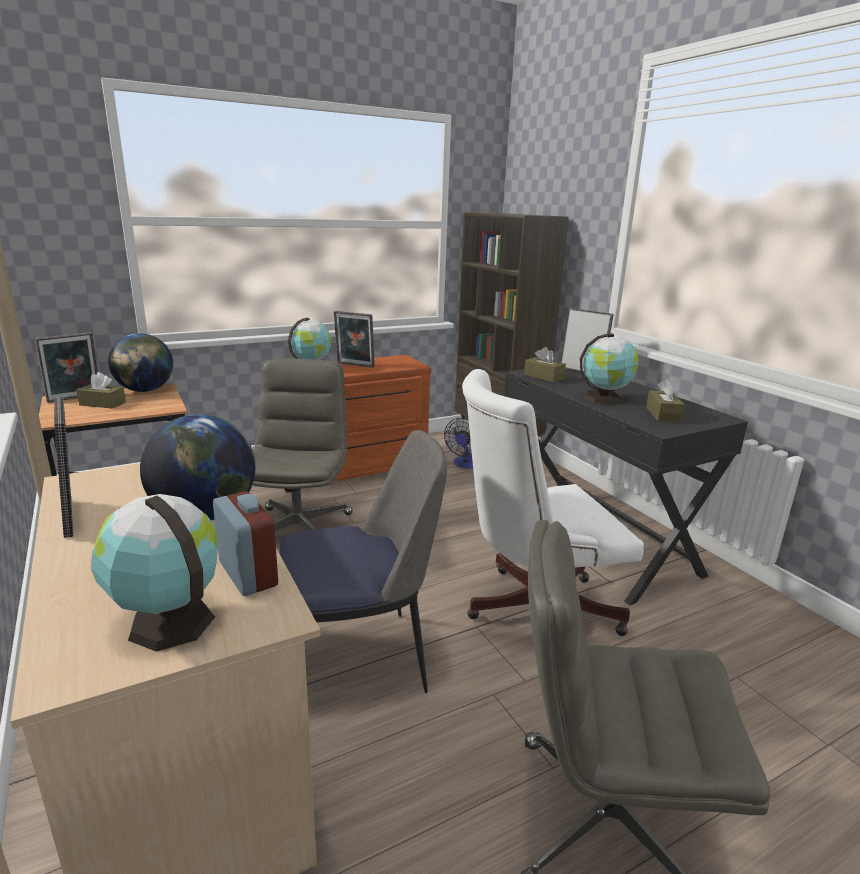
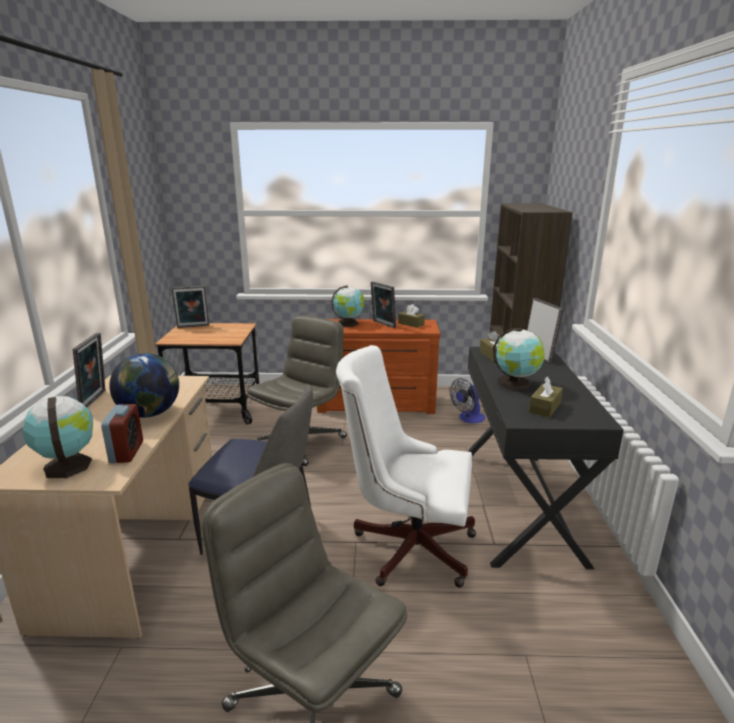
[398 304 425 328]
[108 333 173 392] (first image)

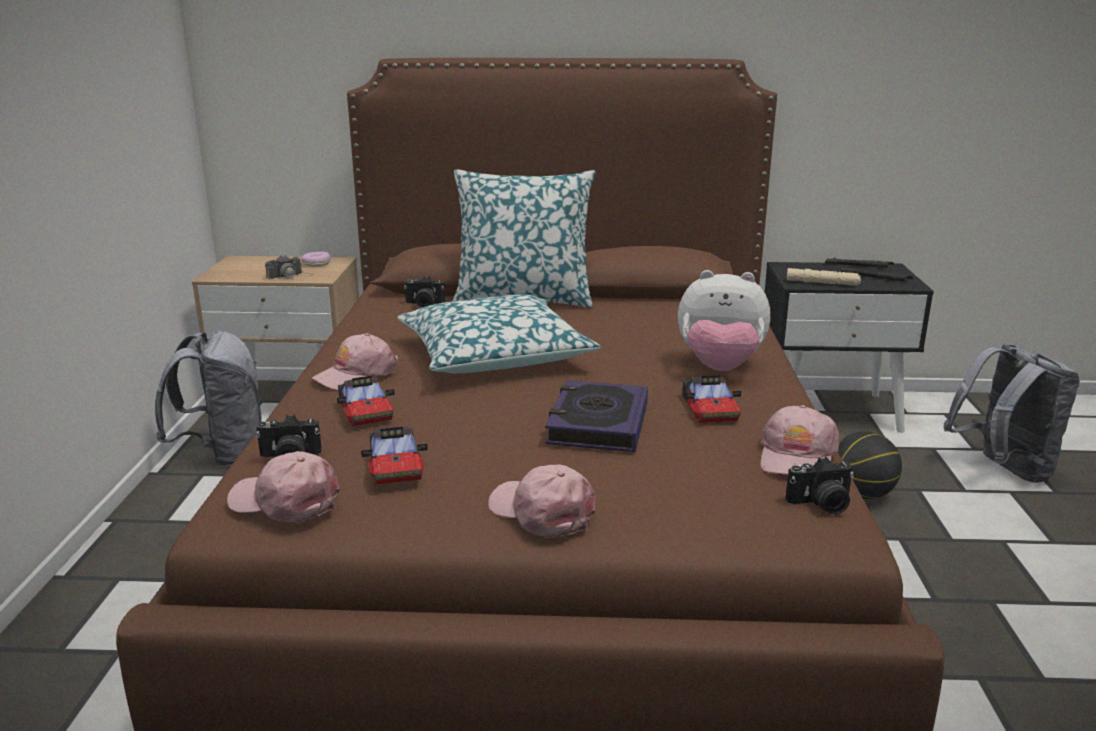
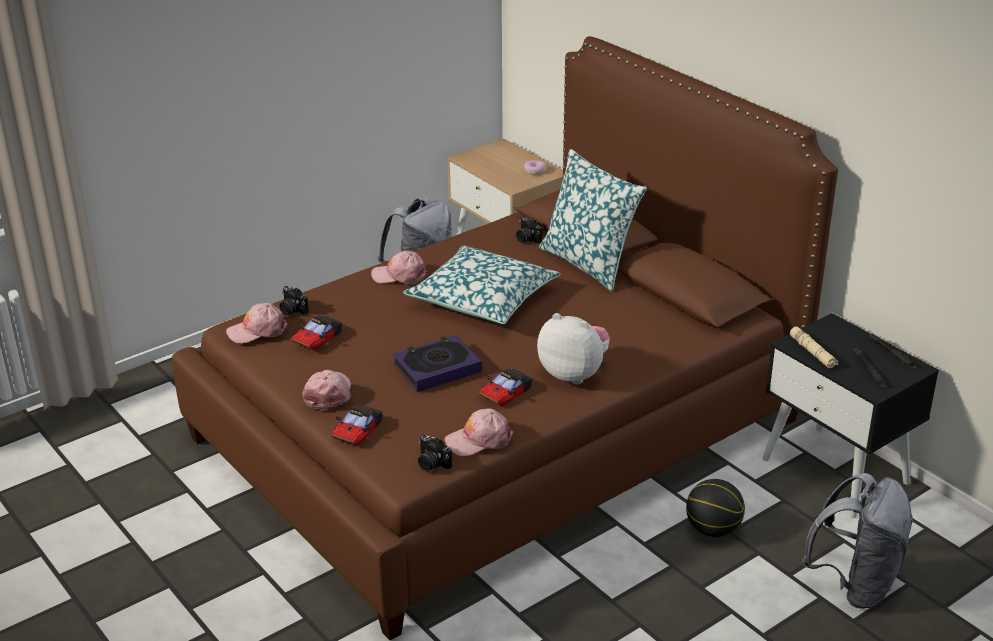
[226 303 288 344]
[265 255 314 281] (first image)
[331 404 382 446]
[537 313 610 385]

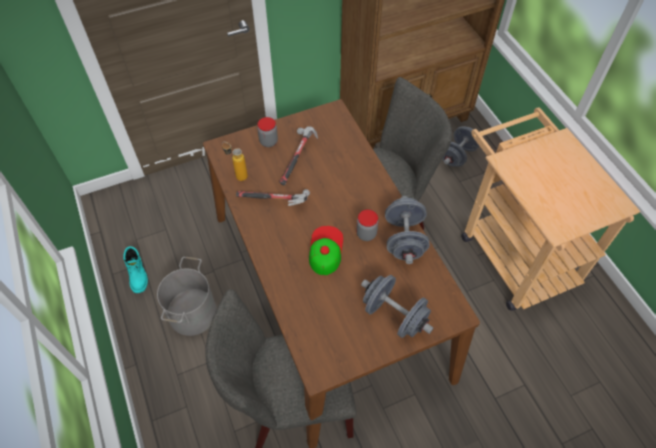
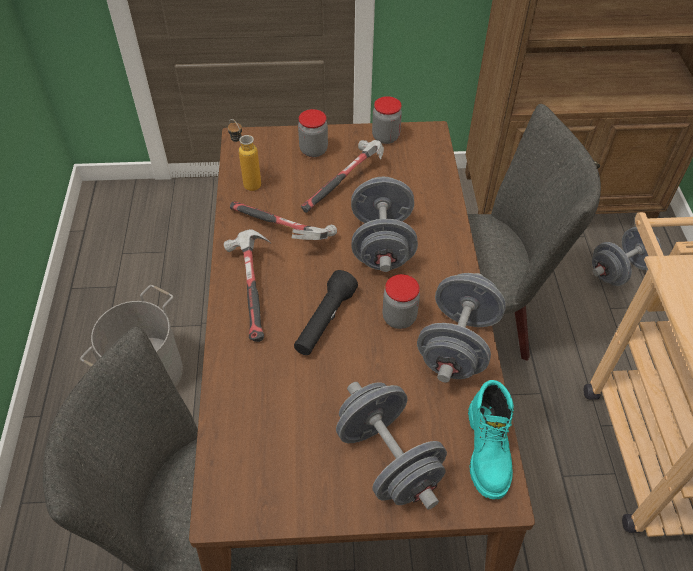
[468 380 514 499]
[294 270 358 355]
[224 229 272 342]
[351 177 418 272]
[372 96 402 144]

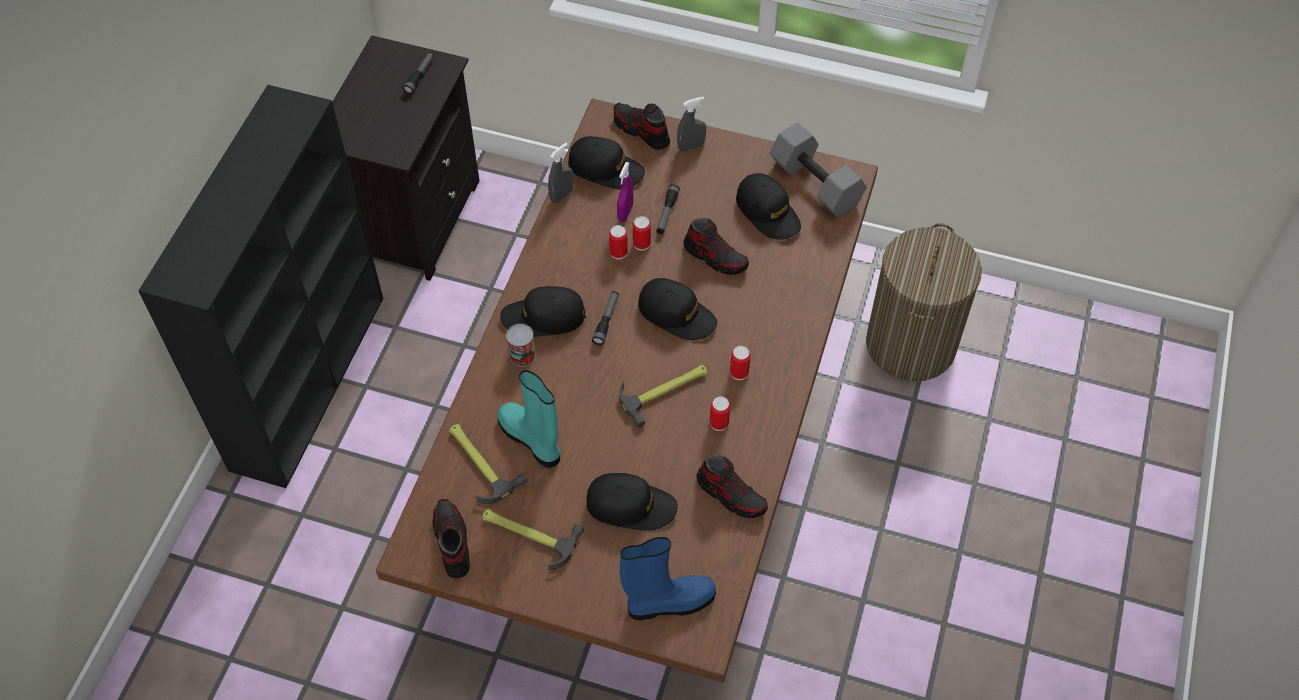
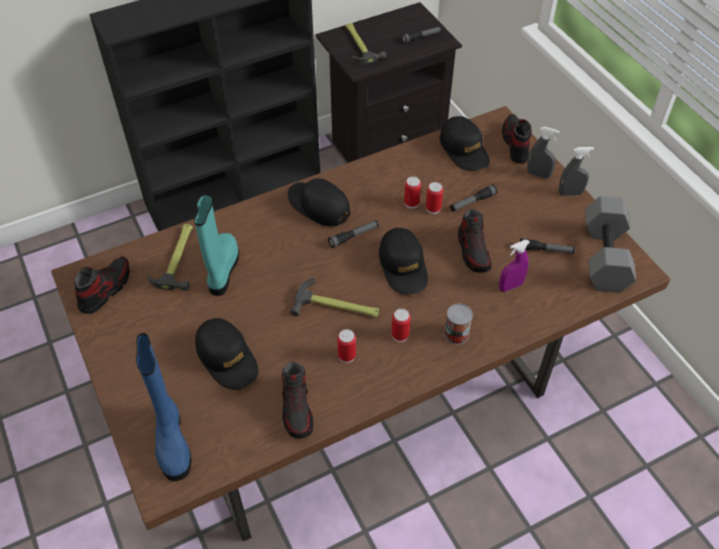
[345 23 386 64]
[444 304 473 345]
[558 147 594 196]
[499 240 530 292]
[136 333 192 482]
[520 238 575 254]
[866 223 982 381] (first image)

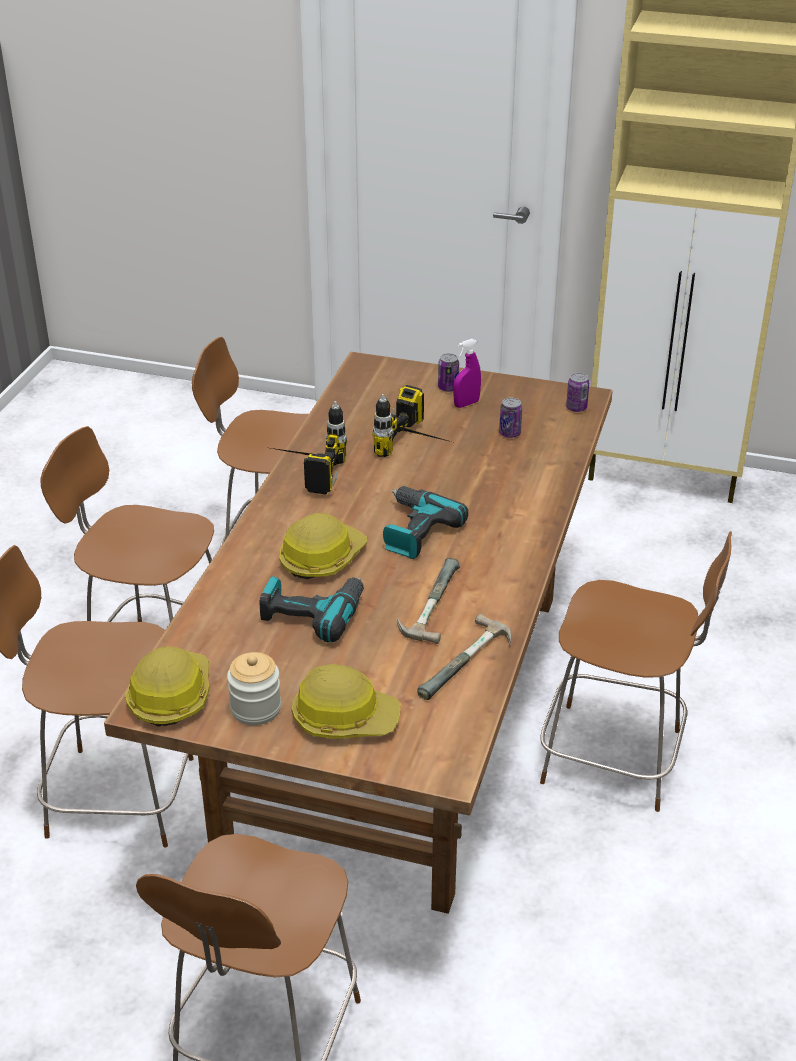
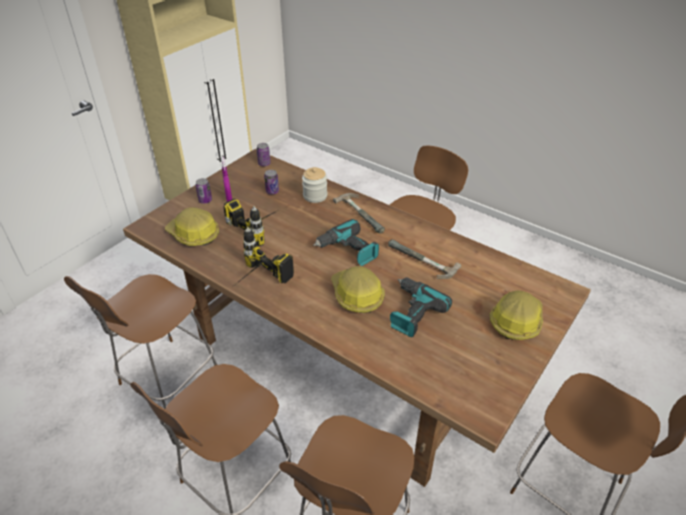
[165 207 219 246]
[302 167 327 203]
[333 193 385 234]

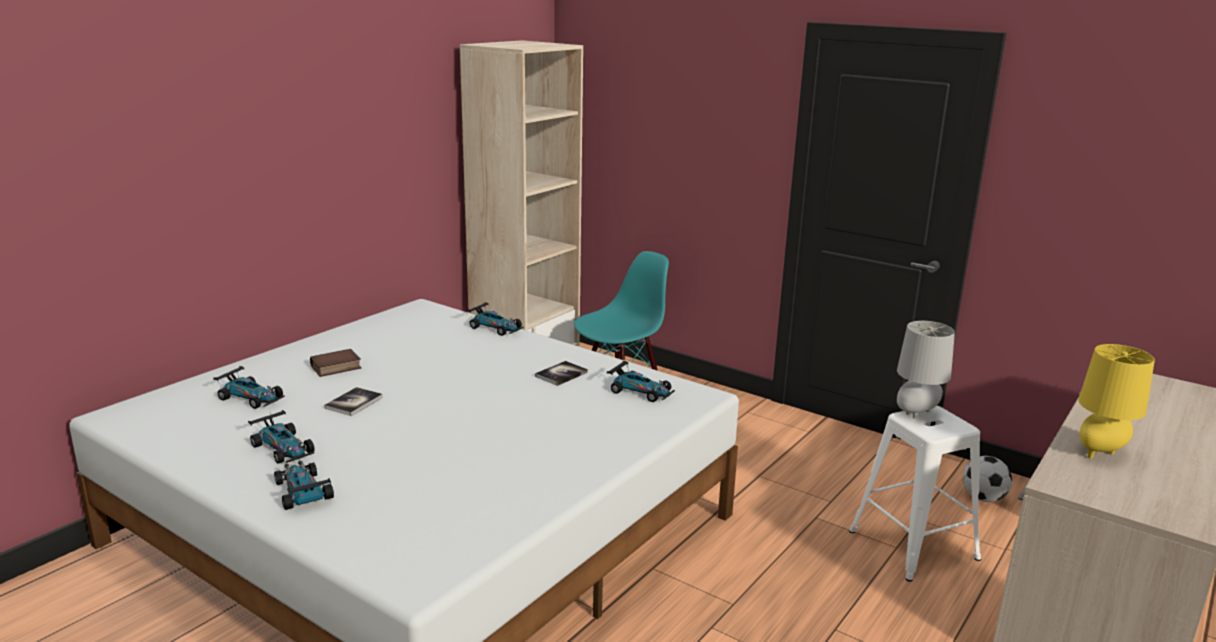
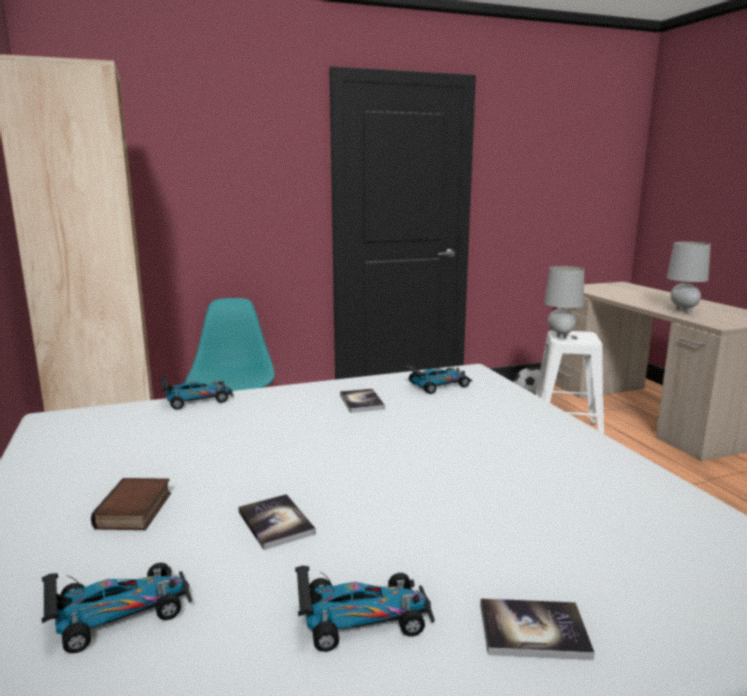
[480 599 595 660]
[667 242 711 314]

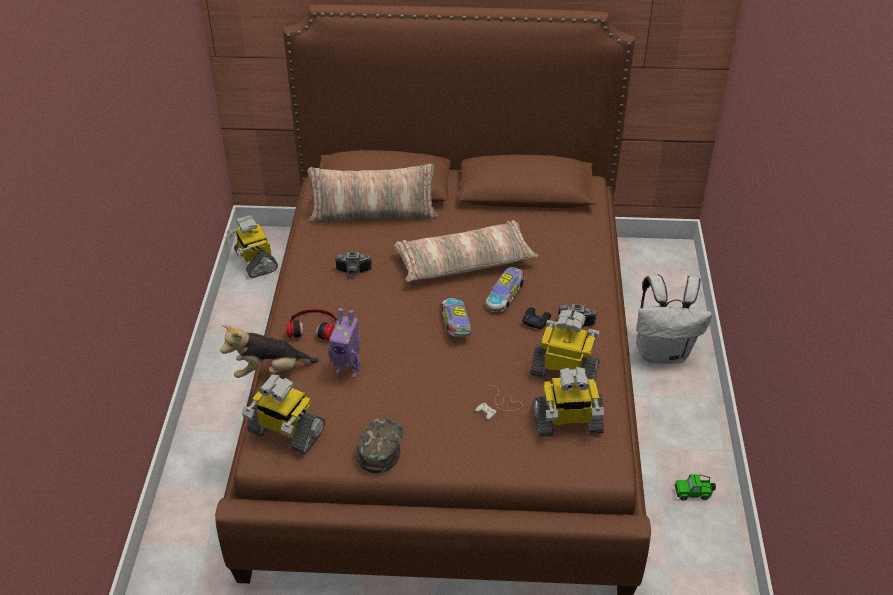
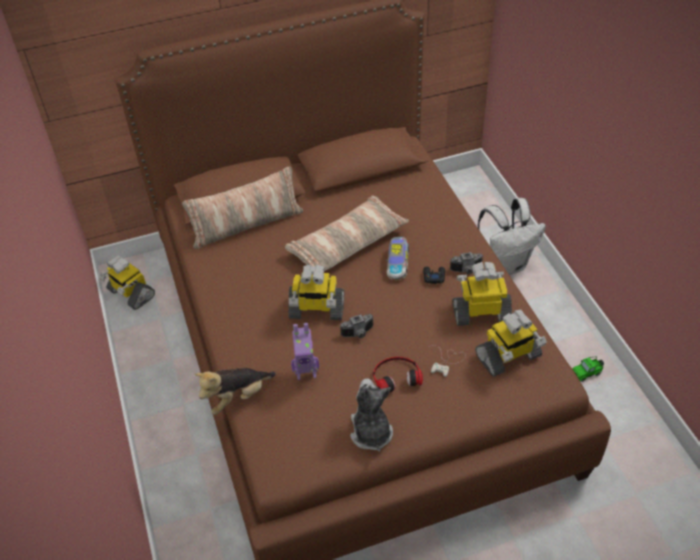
[288 265 345 320]
[373 357 423 393]
[340 314 373 338]
[350 378 393 452]
[441 298 471 337] (first image)

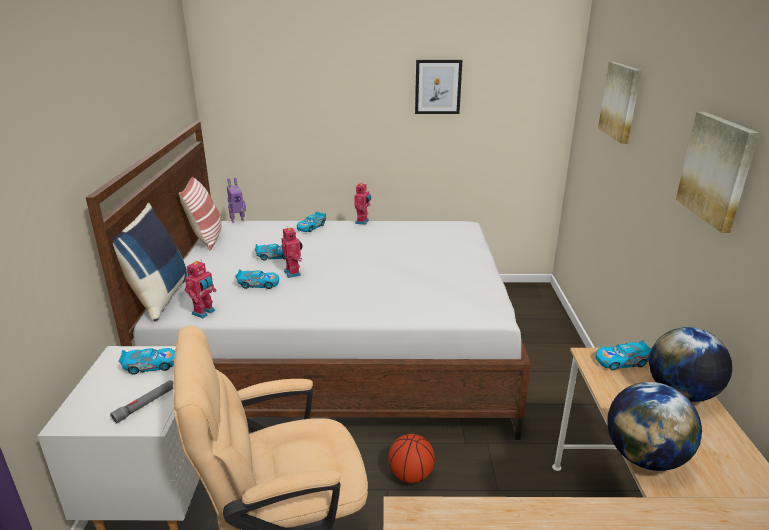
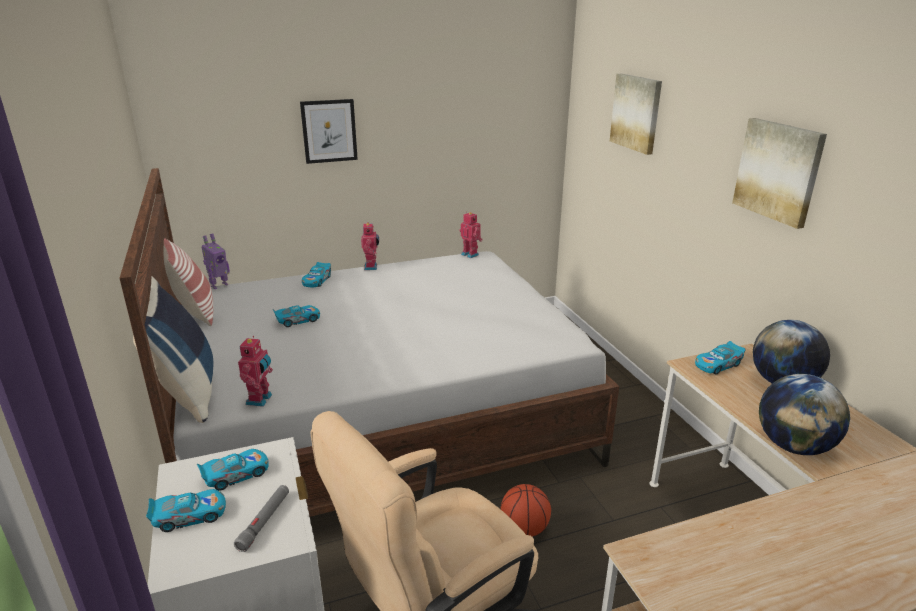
[146 489 226 532]
[460 212 482 258]
[300 99 358 164]

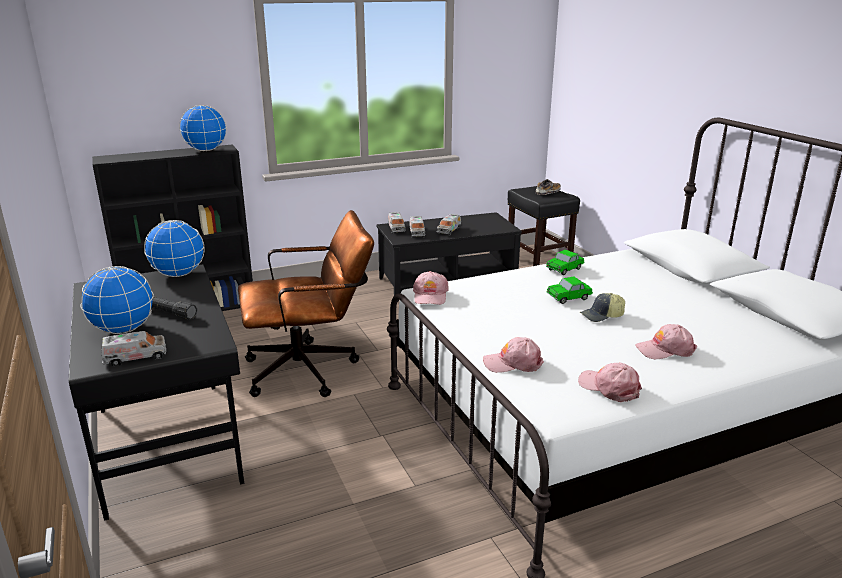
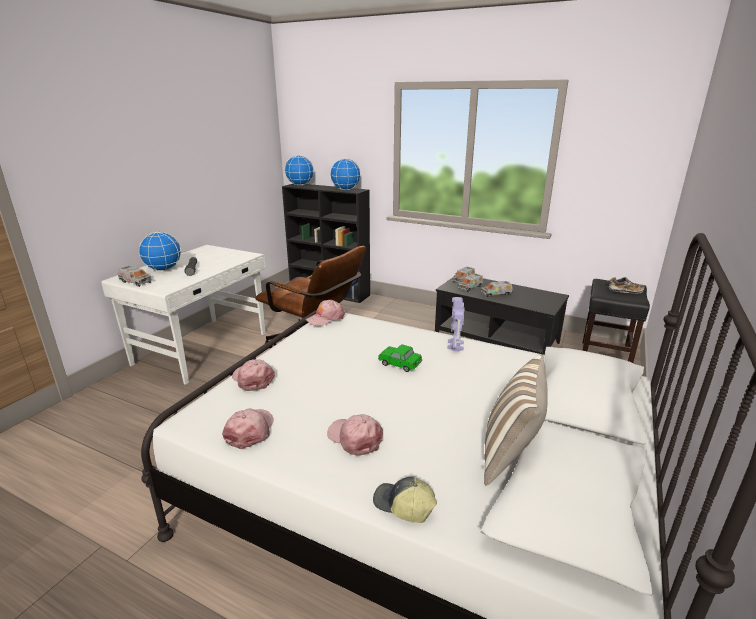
[101 245 266 385]
[285 155 314 185]
[447 297 464 352]
[373 477 437 523]
[484 354 548 486]

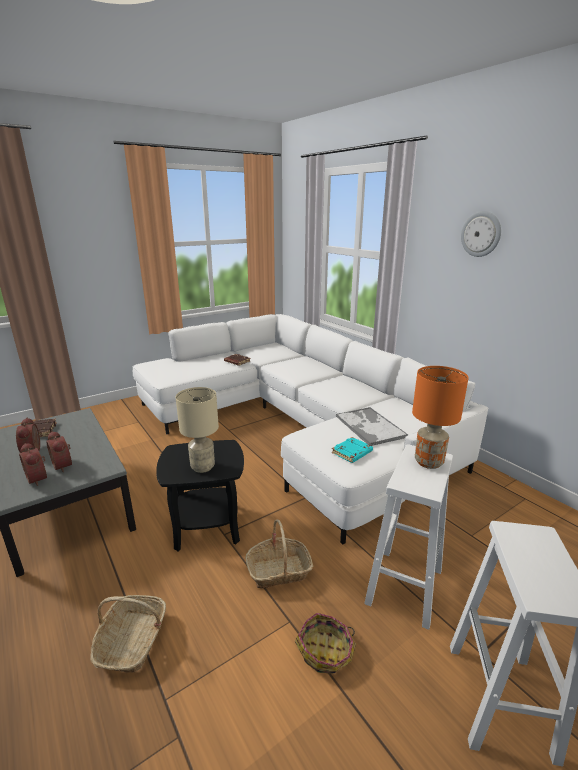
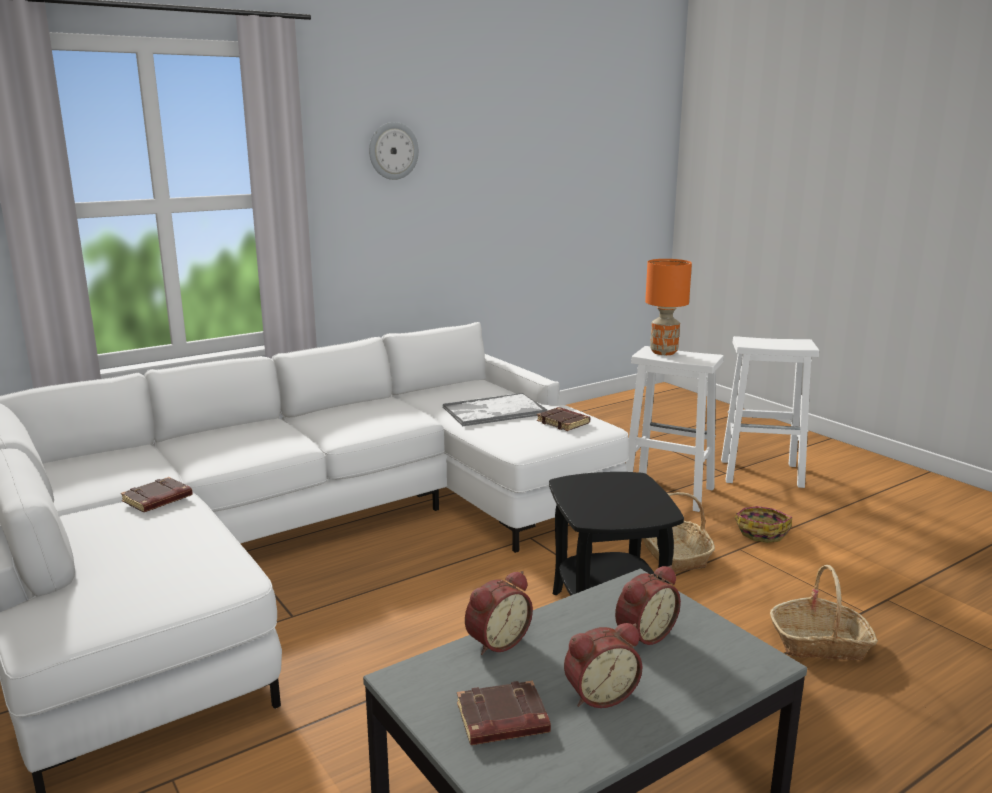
[465 571 533 655]
[176 387 219 473] (first image)
[537 407 590 431]

